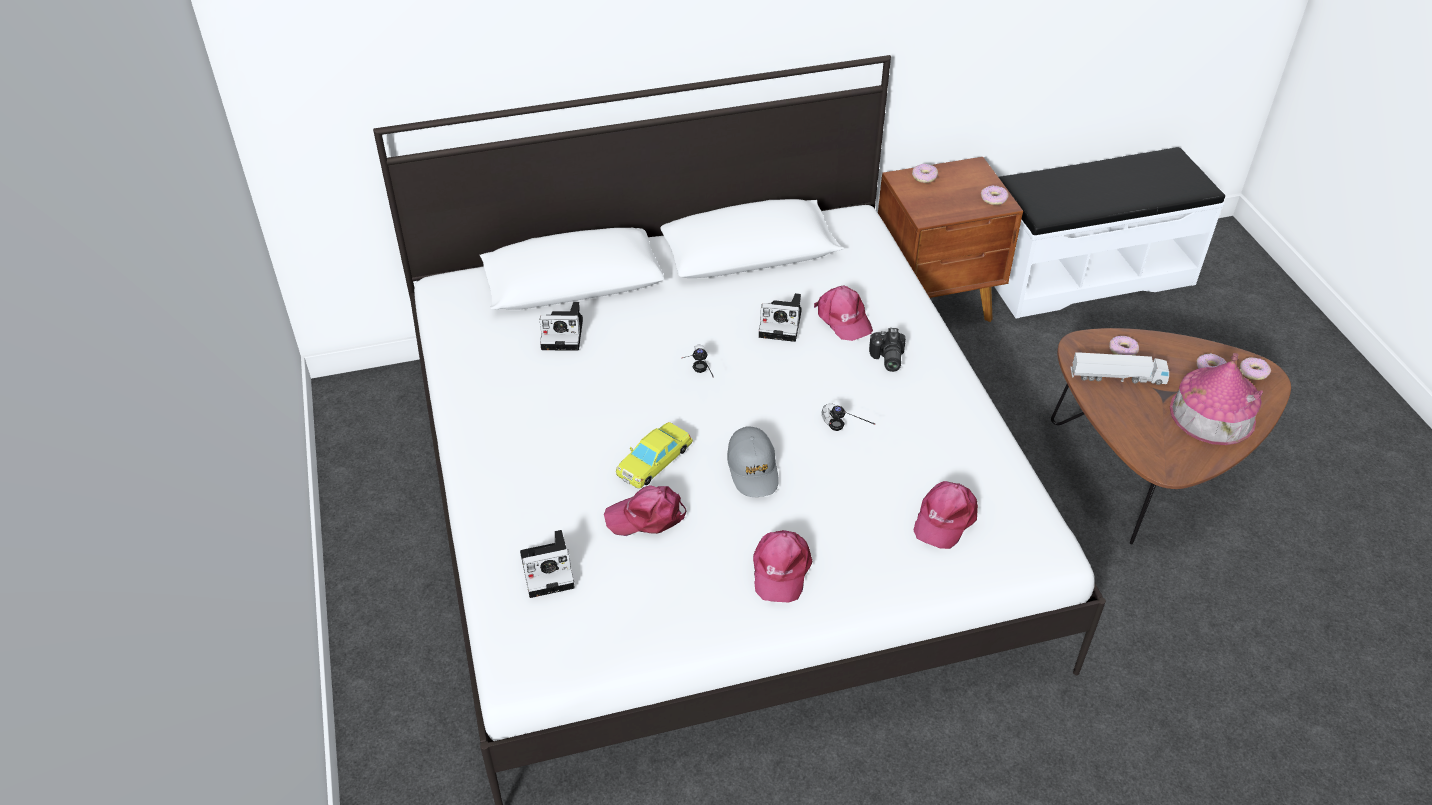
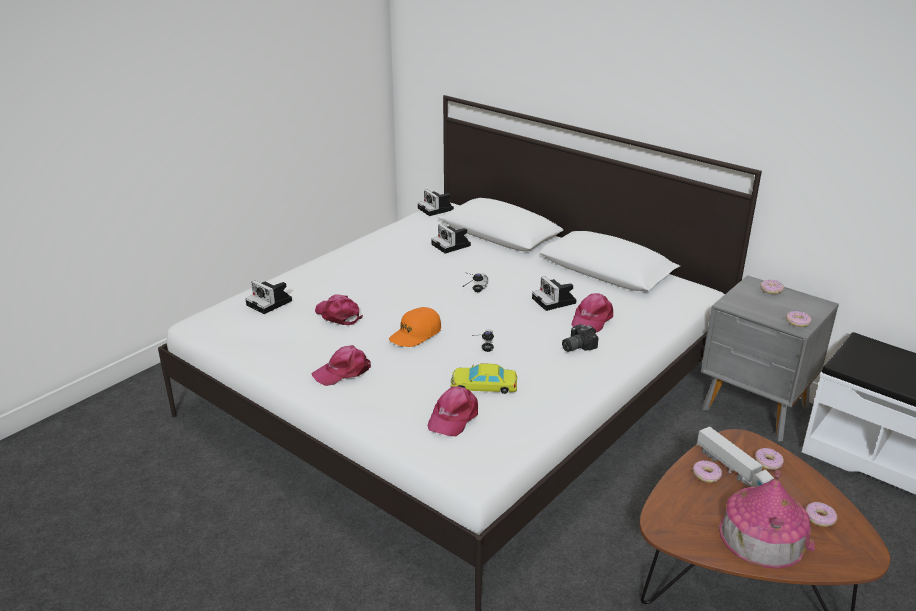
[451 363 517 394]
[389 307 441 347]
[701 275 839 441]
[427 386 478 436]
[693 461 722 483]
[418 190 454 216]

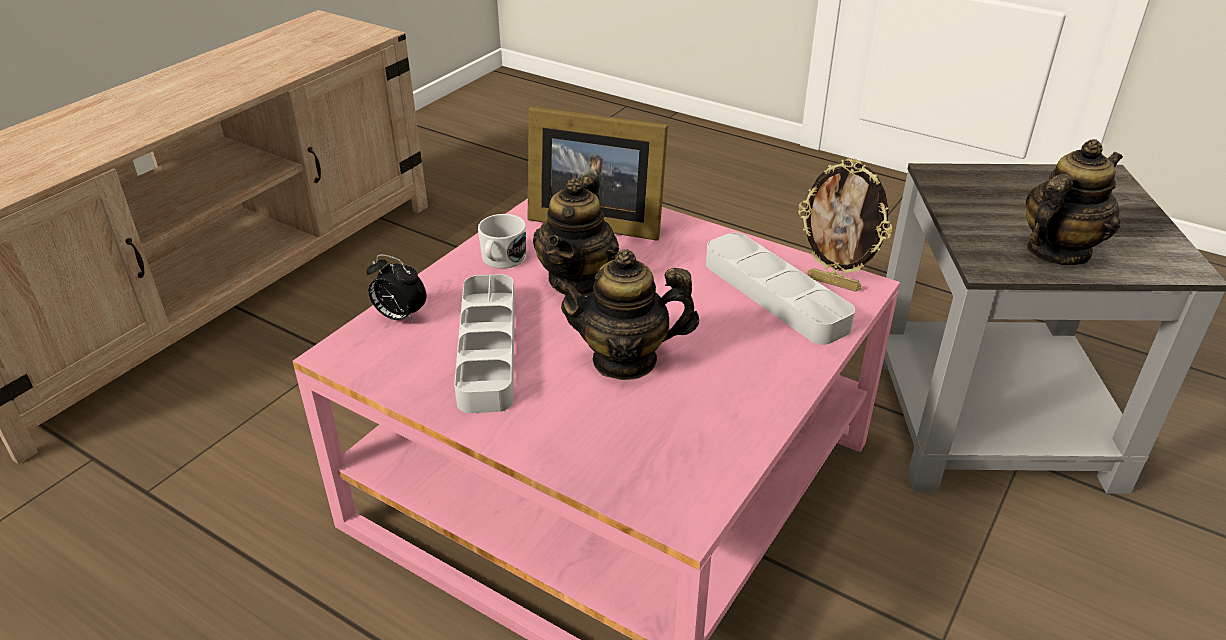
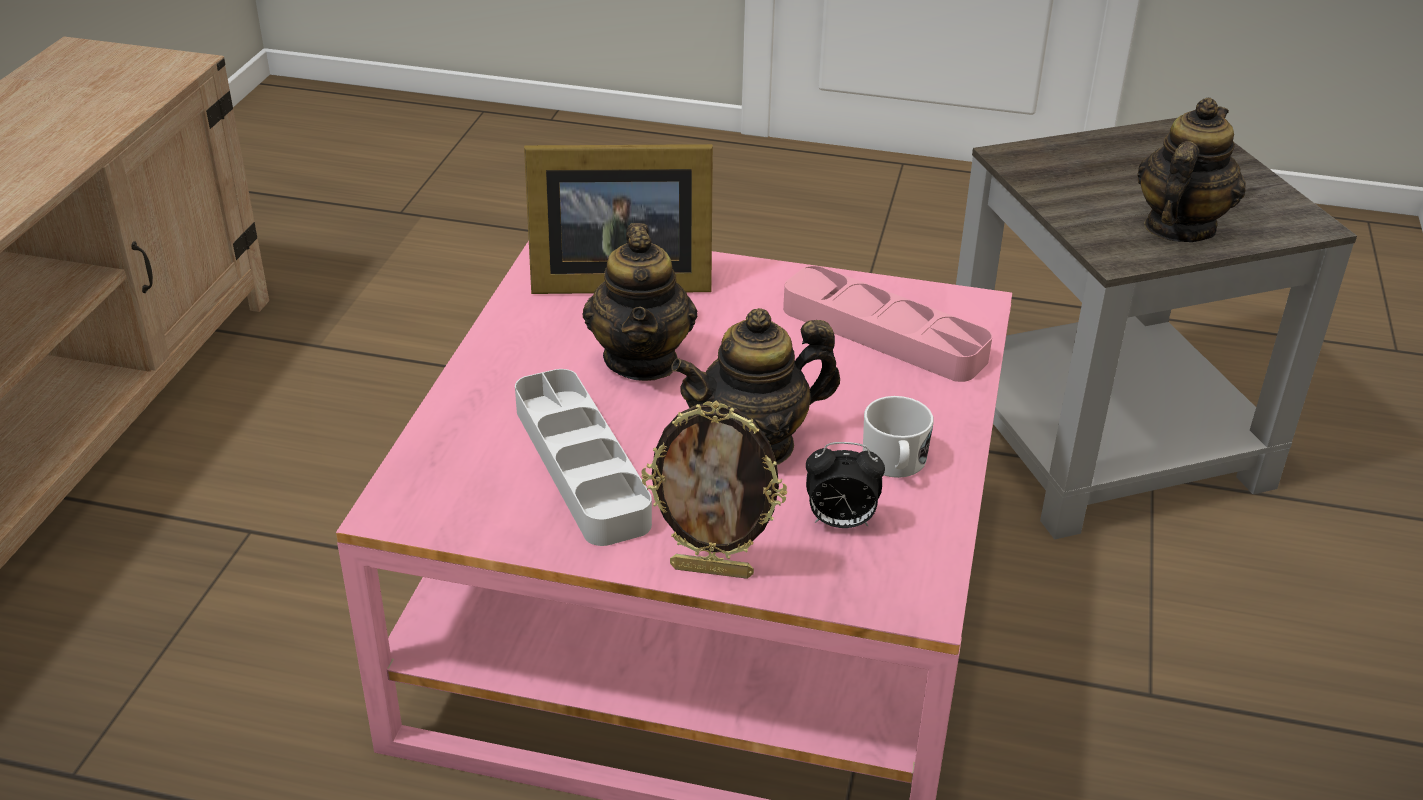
[806 442 885 528]
[863 396 934 478]
[783 266 992 382]
[642 401 787 579]

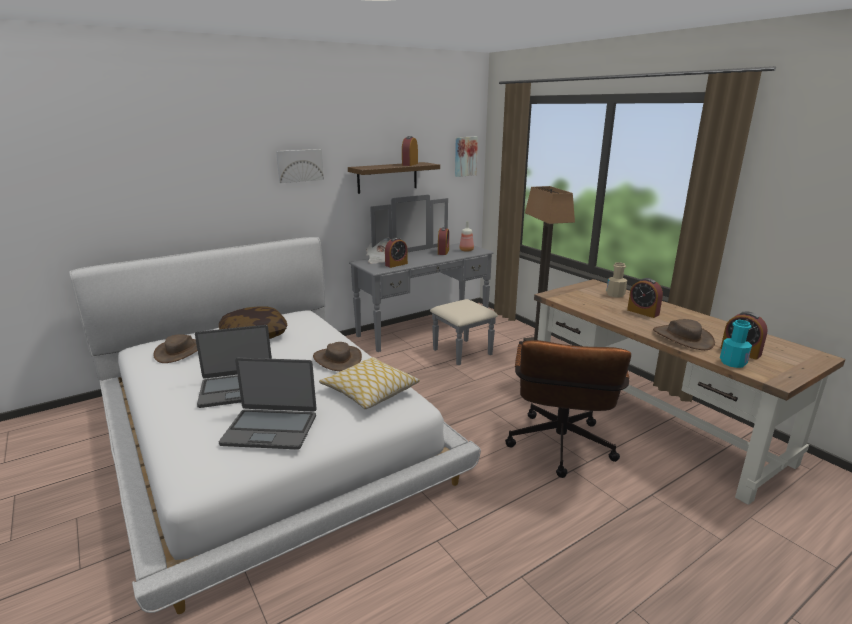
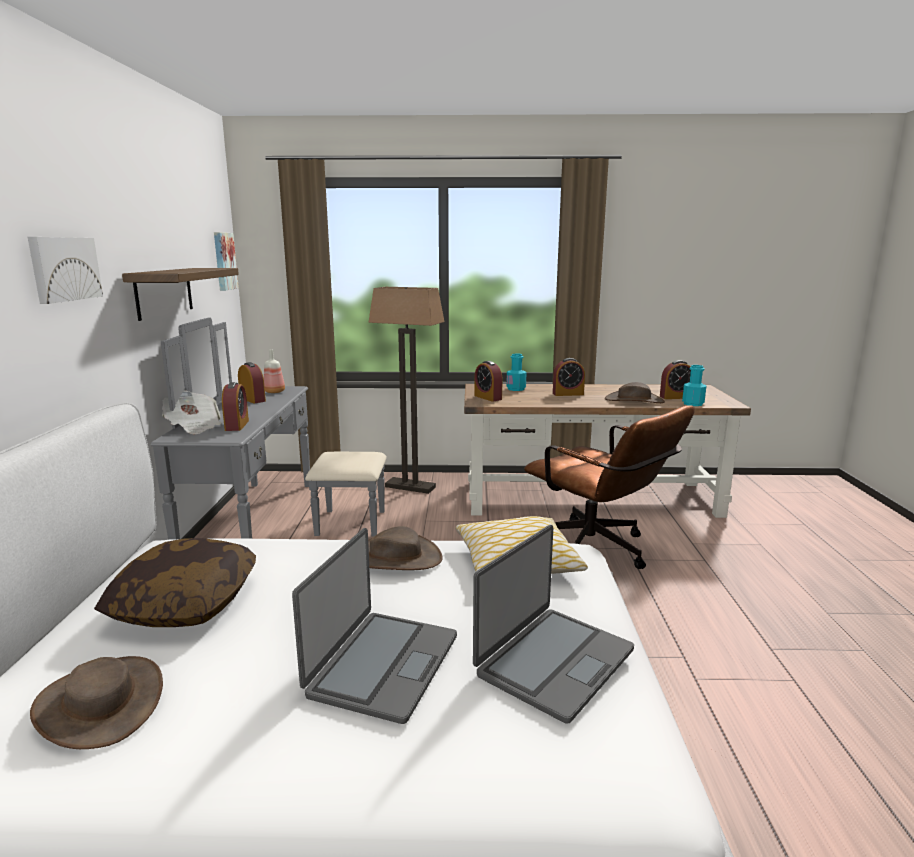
[474 361 503 402]
[506 353 527 391]

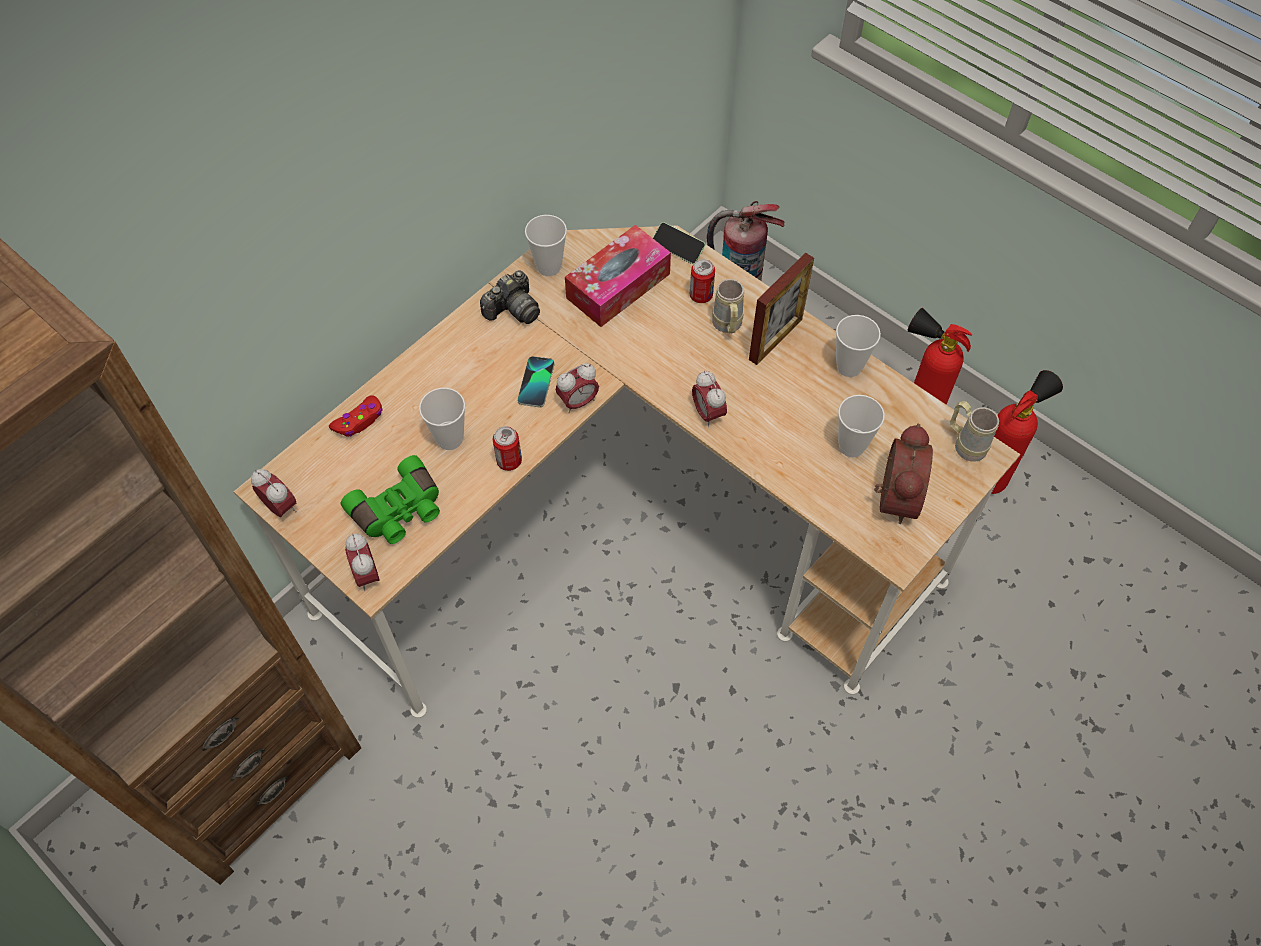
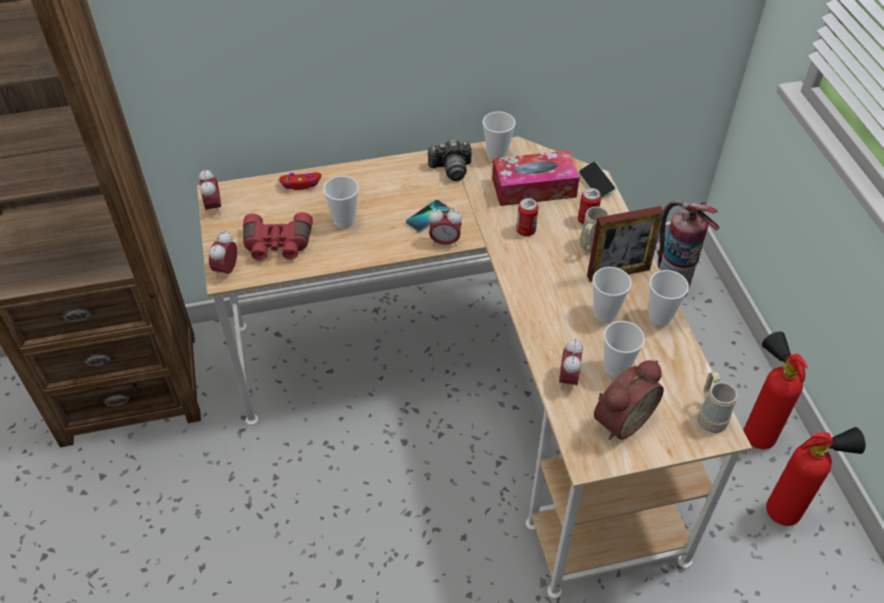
[243 212 313 260]
[516 198 538 236]
[559 339 583 390]
[593 267 632 323]

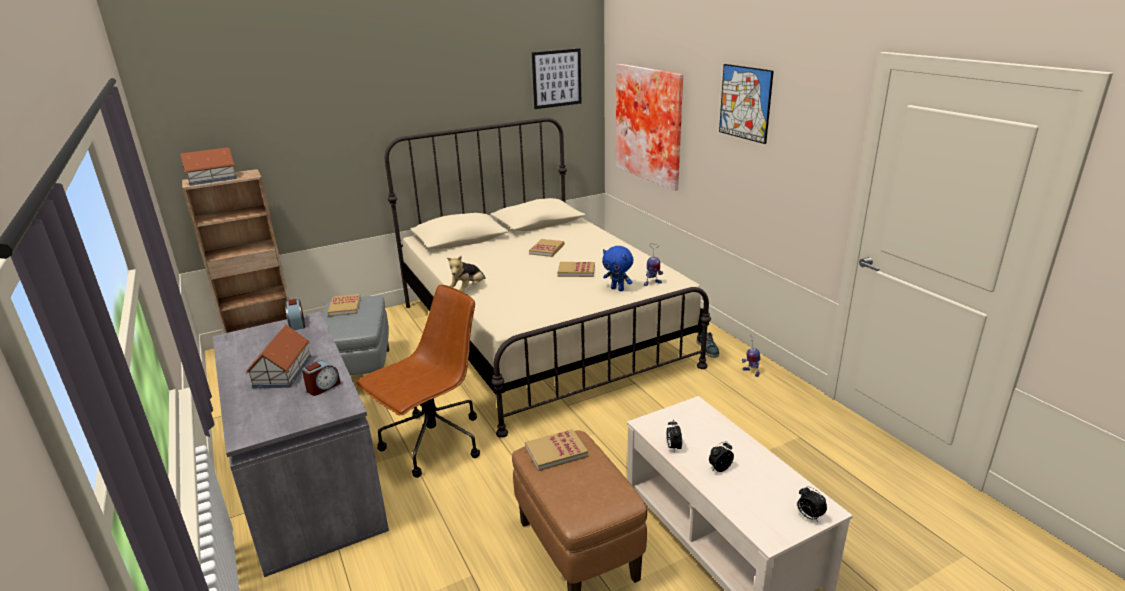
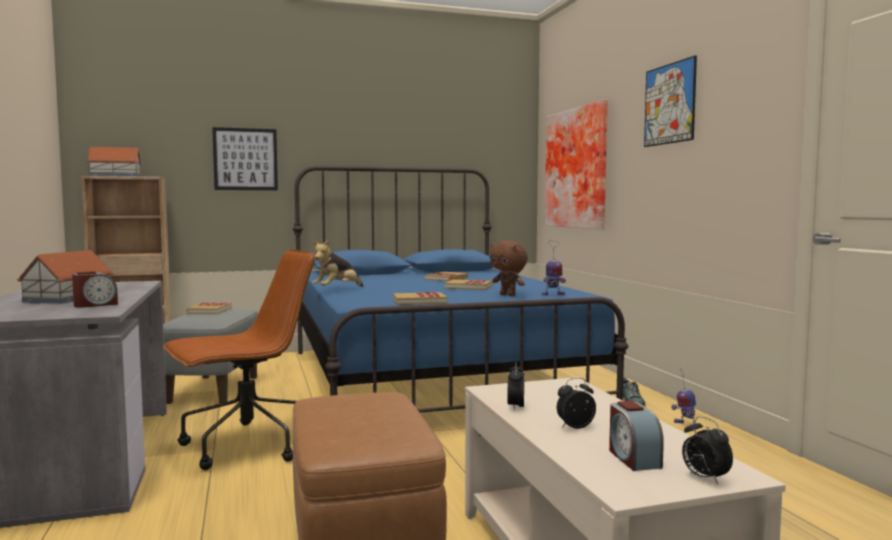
[609 401 664 471]
[293 166 628 413]
[393 292 447 305]
[212 127 278 190]
[490 240 528 296]

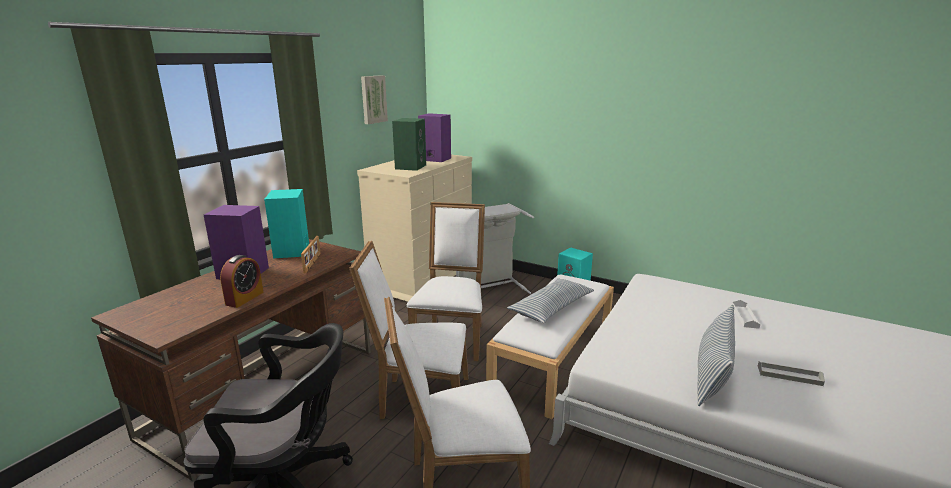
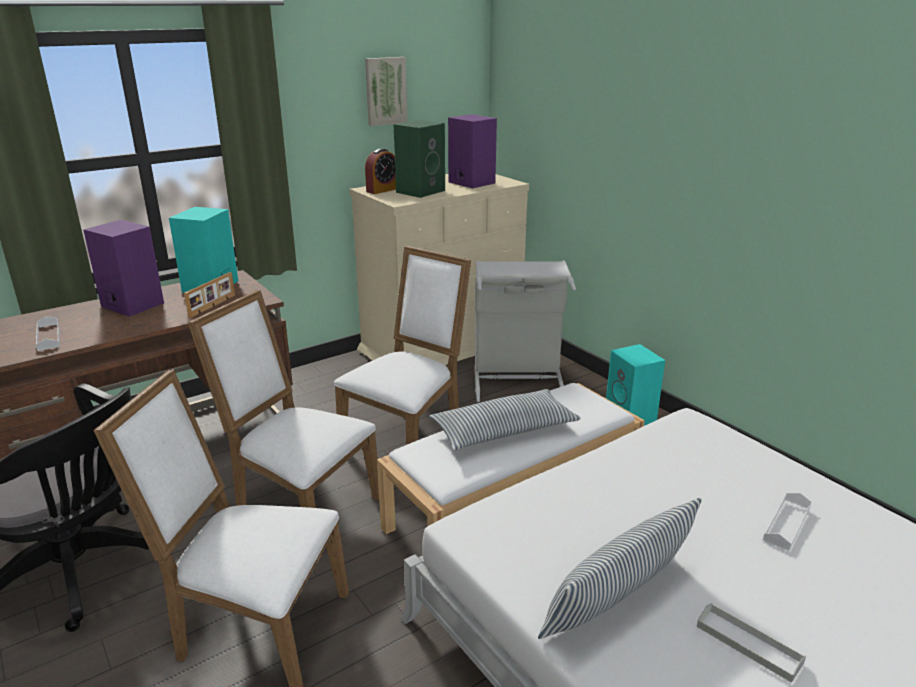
[365 148 396 194]
[36 316 60 351]

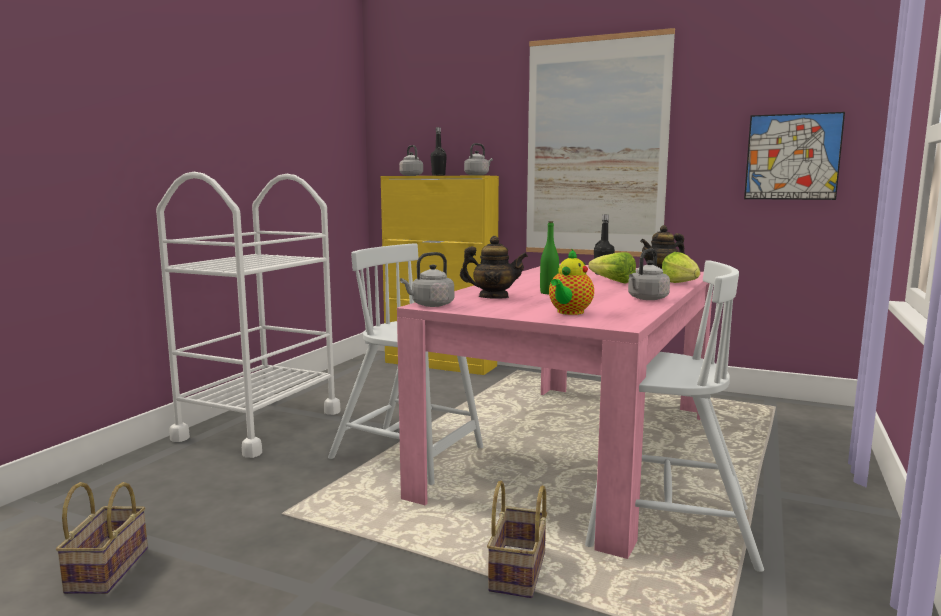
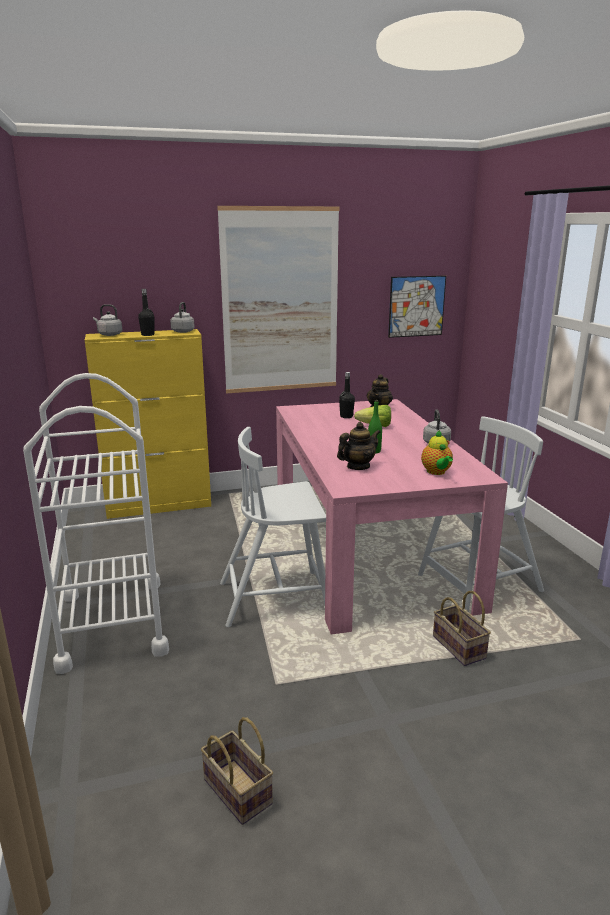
[400 252 454 307] (first image)
[662 252 700 283] (first image)

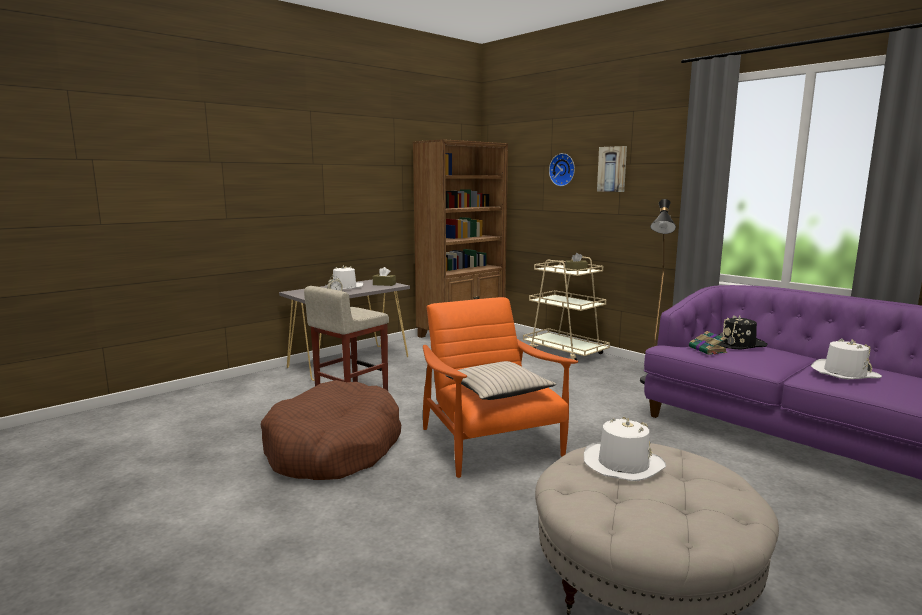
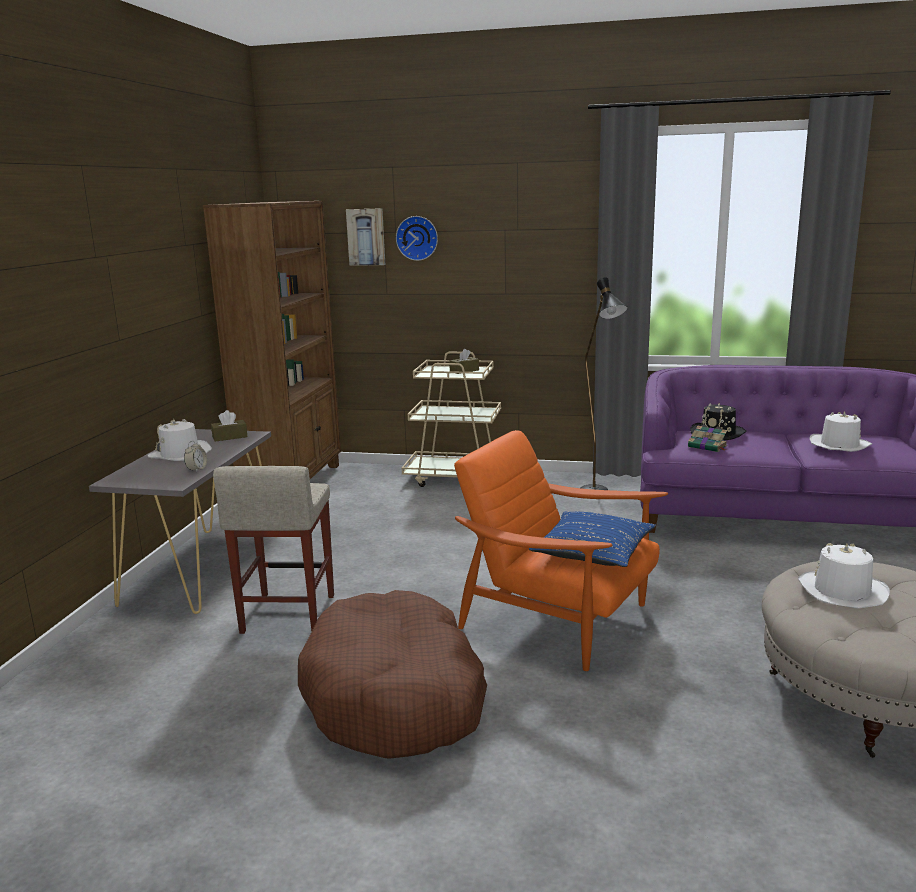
[529 512 656 567]
[346 208 385 266]

